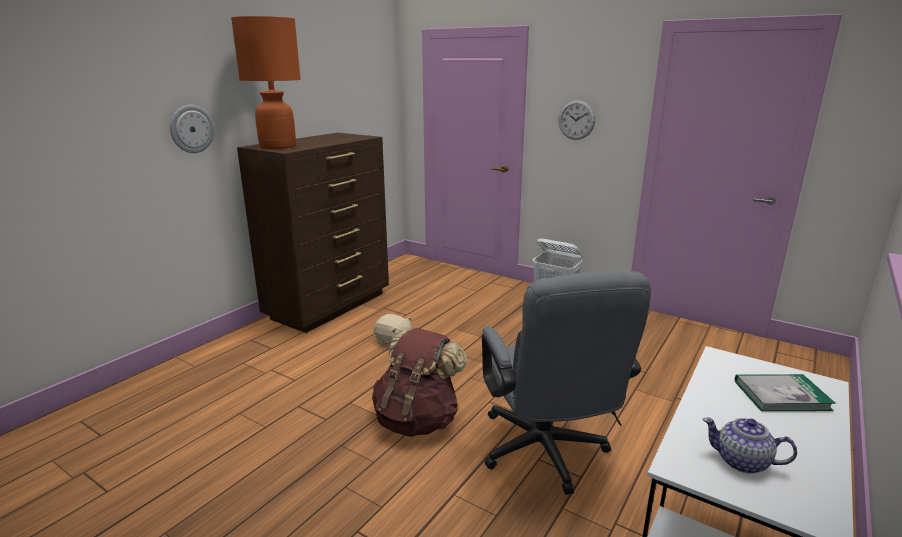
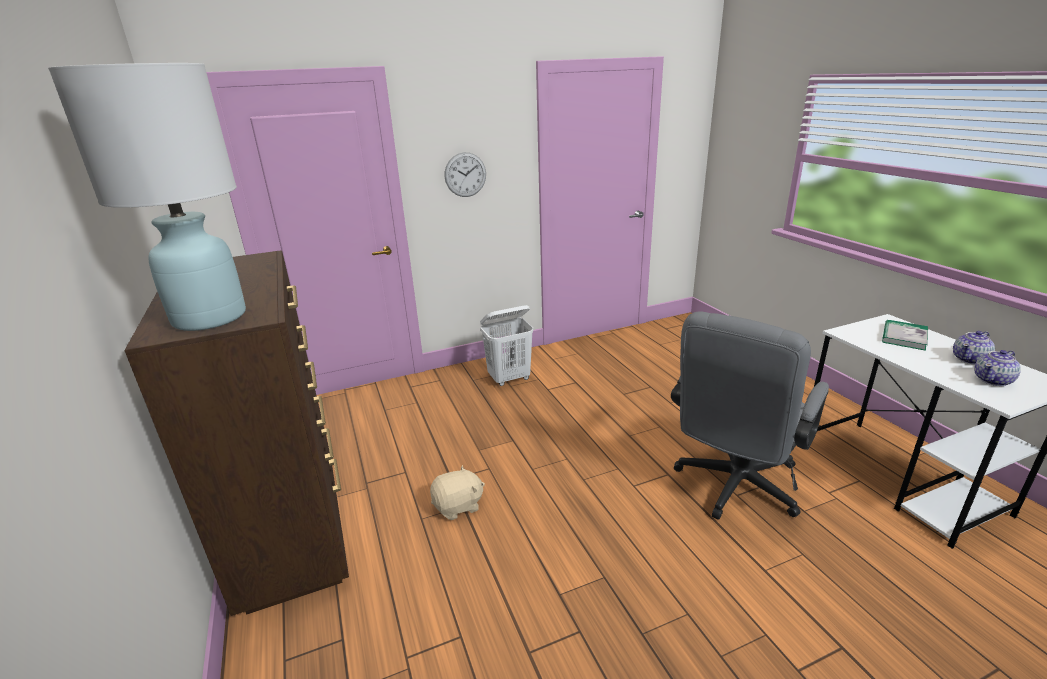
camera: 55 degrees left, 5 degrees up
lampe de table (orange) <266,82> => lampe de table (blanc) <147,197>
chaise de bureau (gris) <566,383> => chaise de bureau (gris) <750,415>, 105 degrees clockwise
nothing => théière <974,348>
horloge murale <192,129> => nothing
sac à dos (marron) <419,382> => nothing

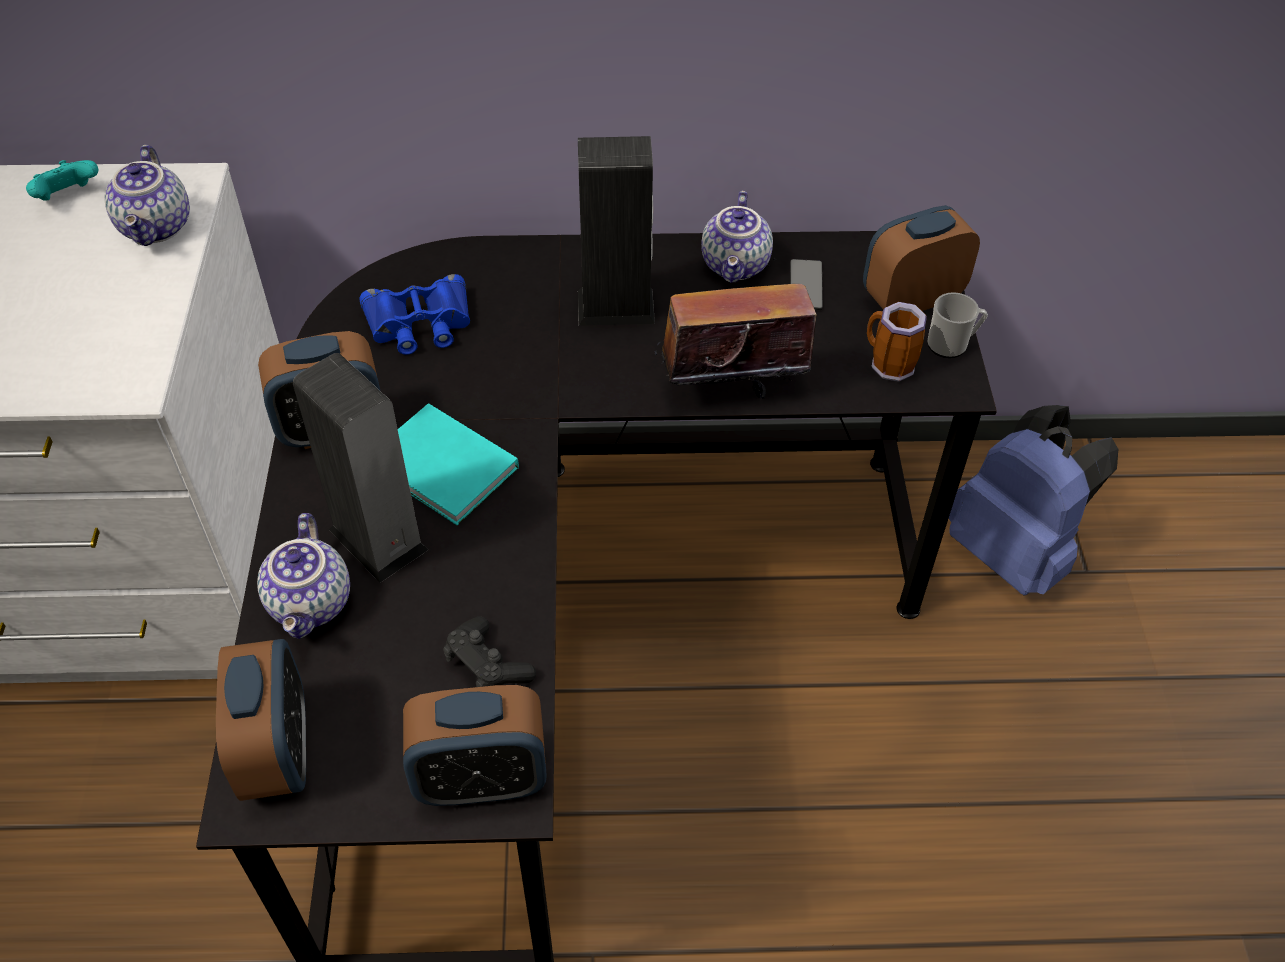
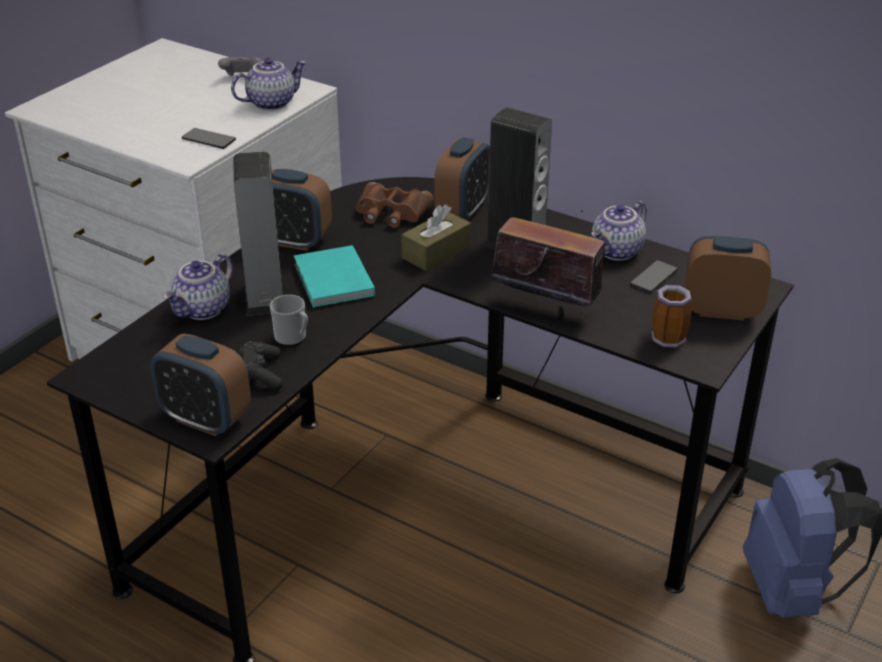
camera: 35 degrees right, 15 degrees down
nothing => téléphone <209,138>
manette (turquoise) <62,180> => manette (gris) <240,65>
théière <147,195> => théière <269,84>, 150 degrees counterclockwise
mug <957,325> => mug <289,320>, relocated
jumelles (bleu) <415,314> => jumelles (marron) <394,205>
nothing => boîte à mouchoirs (marron) <436,237>
réveil <261,720> => réveil <462,179>, relocated

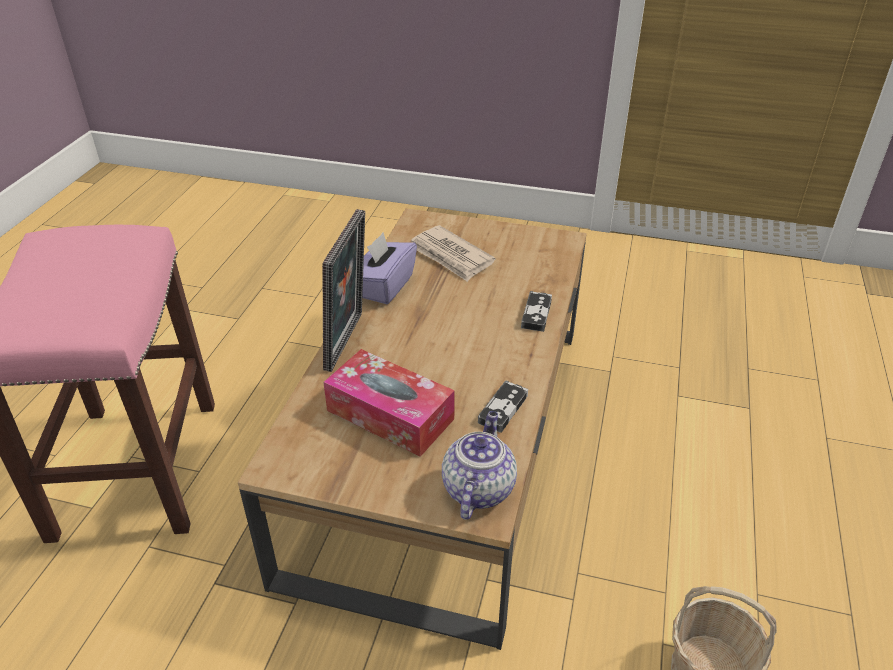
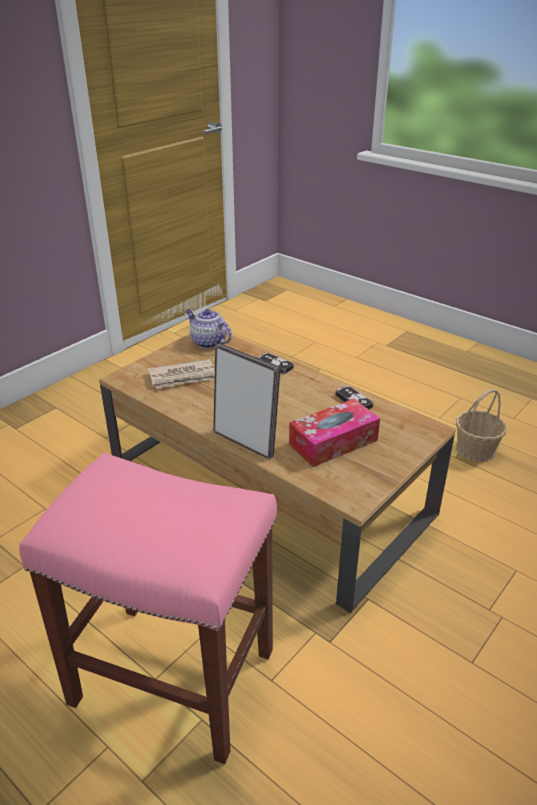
camera: 65 degrees left, 5 degrees down
théière <479,465> => théière <209,329>, relocated
boîte à mouchoirs (violet) <389,268> => nothing

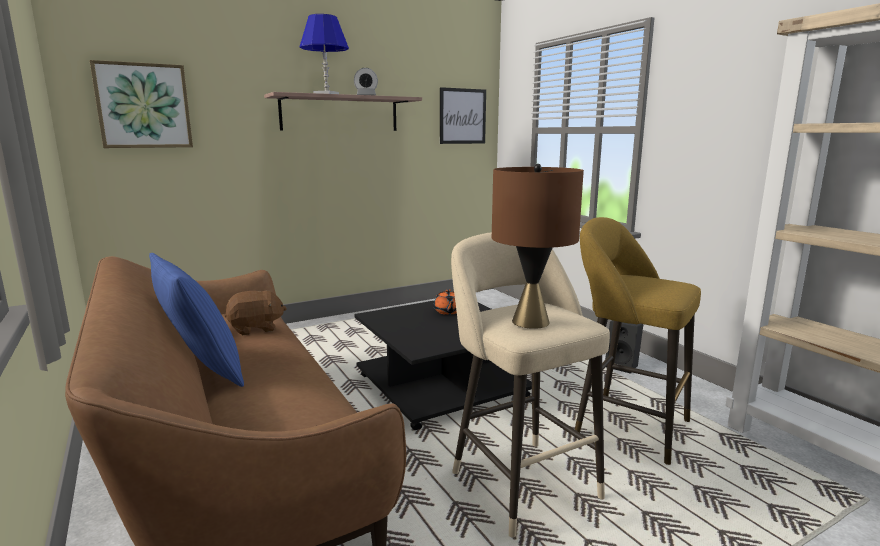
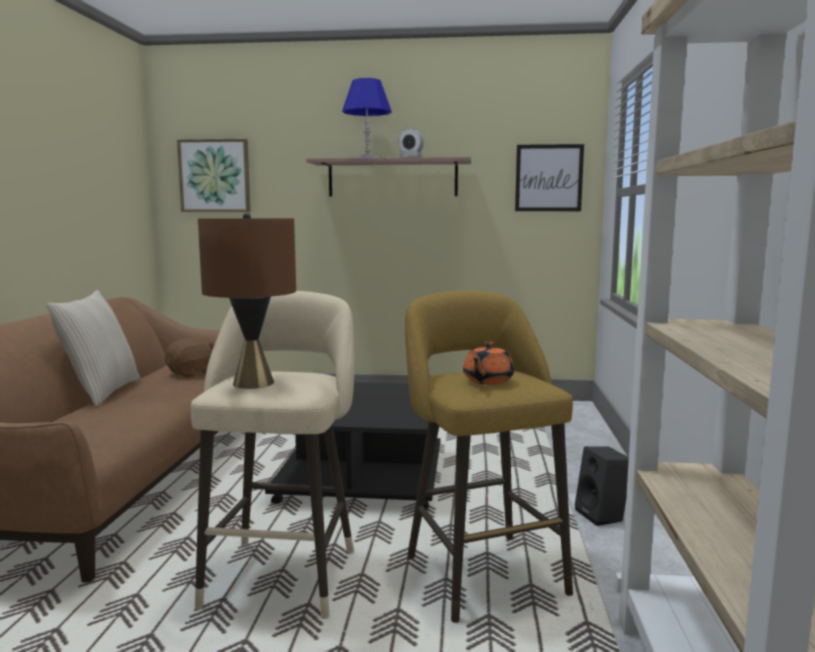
camera: 35 degrees right, 5 degrees down
coussin (bleu) <196,320> => coussin (beige) <93,348>
peluche (marron) <256,312> => peluche (marron) <190,357>, 60 degrees counterclockwise
théière (orange) <445,302> => théière (orange) <488,362>, relocated

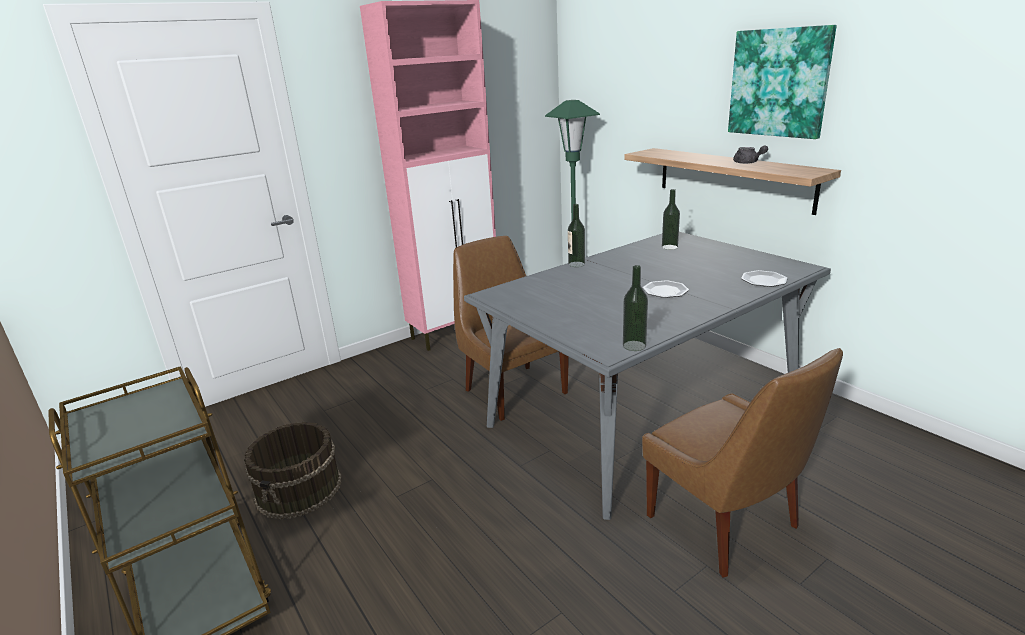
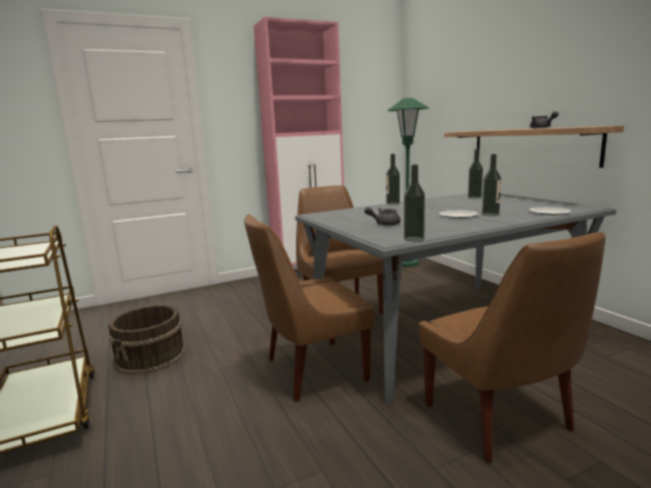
camera: 10 degrees right, 10 degrees down
nothing => chaise (marron) <309,308>
nothing => théière (gris) <382,216>
nothing => bouteille <492,185>
tableau <782,82> => nothing

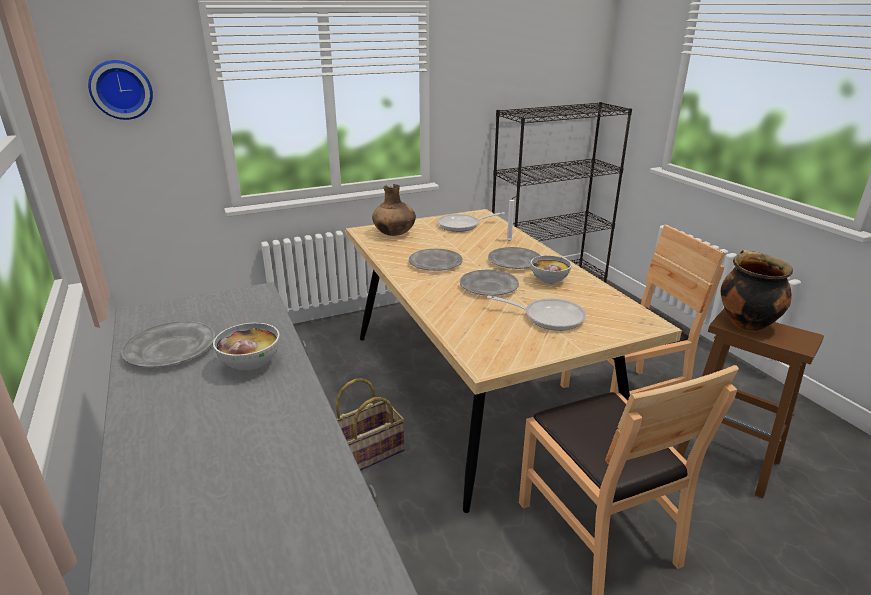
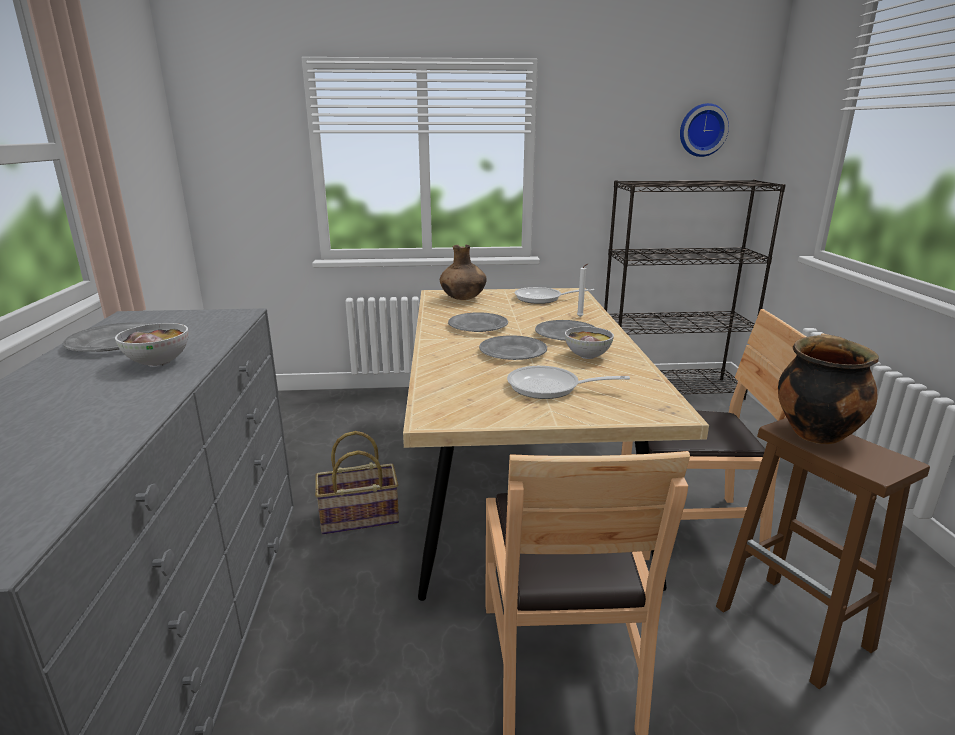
camera: 20 degrees right, 5 degrees down
poêle <536,313> => poêle <568,382>, 150 degrees clockwise
horloge murale <120,90> => horloge murale <704,130>, relocated

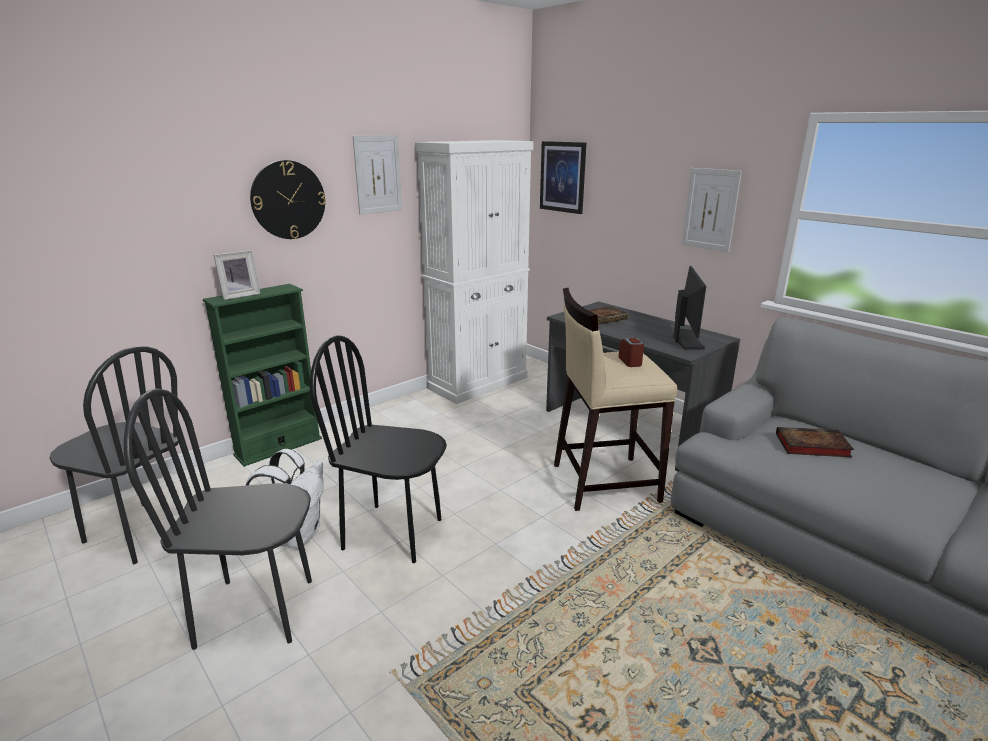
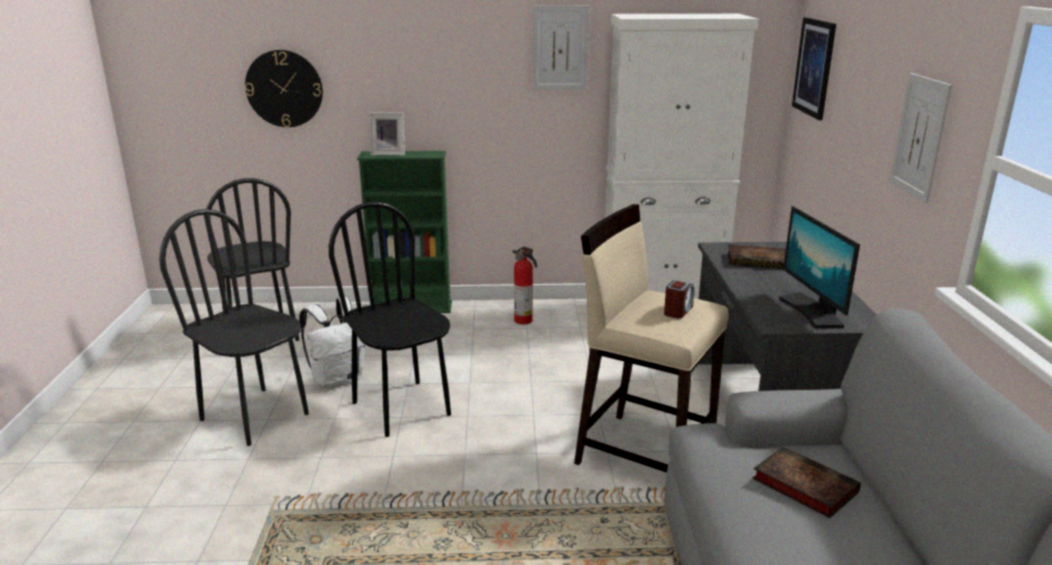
camera: 40 degrees right, 0 degrees up
horloge murale <288,199> => horloge murale <284,88>, relocated
nothing => extincteur <524,286>
écran d'ordinateur <689,308> => écran d'ordinateur <819,267>, 120 degrees clockwise

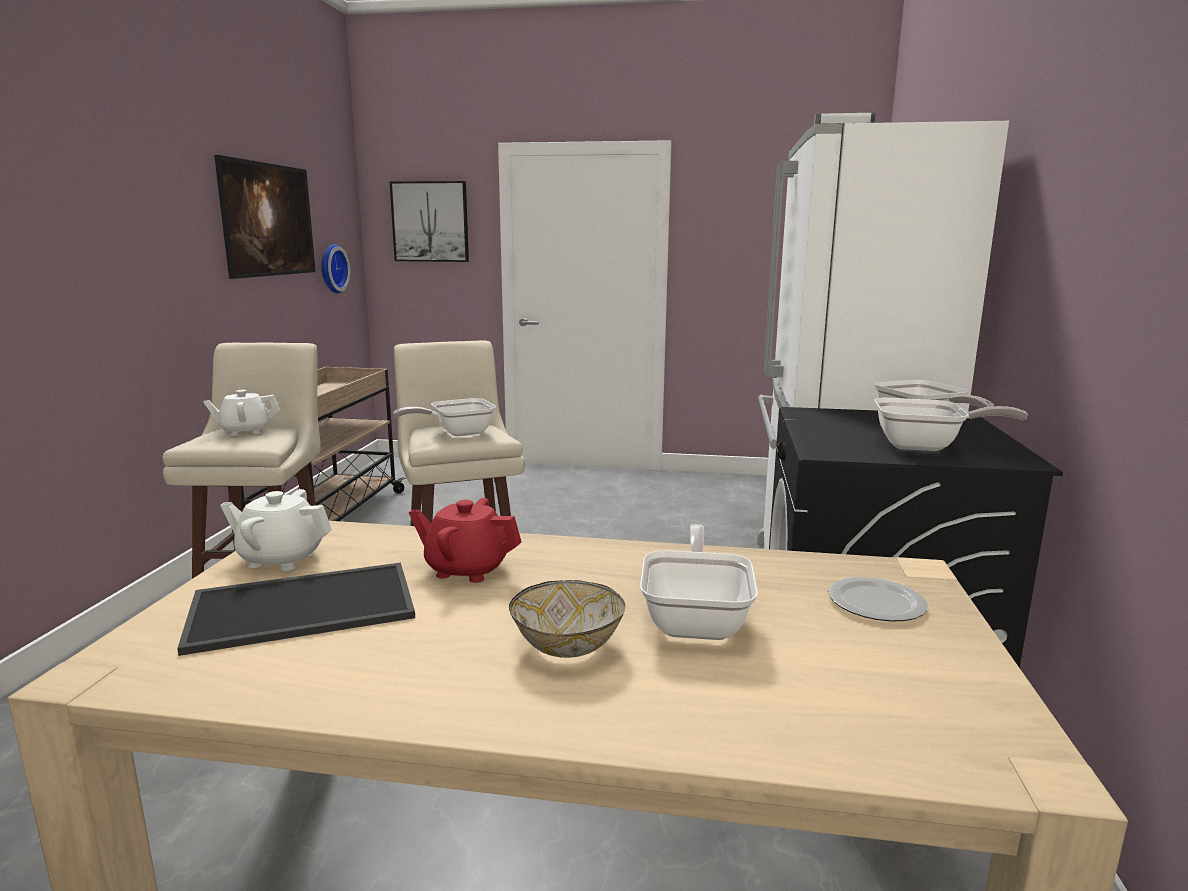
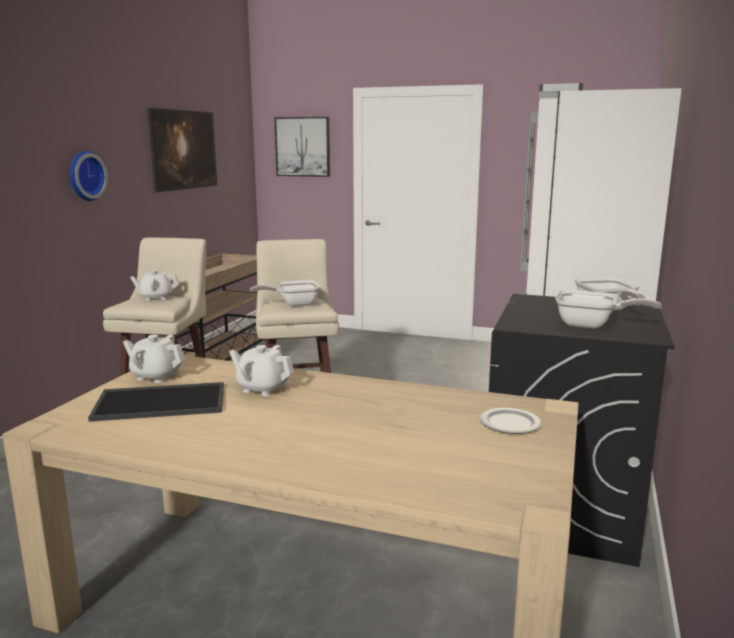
camera: 10 degrees right, 0 degrees up
horloge murale <335,268> => horloge murale <89,176>, relocated
théière (rouge) <465,540> => théière (blanc) <261,370>
bol <567,619> => nothing
poêle <699,582> => nothing

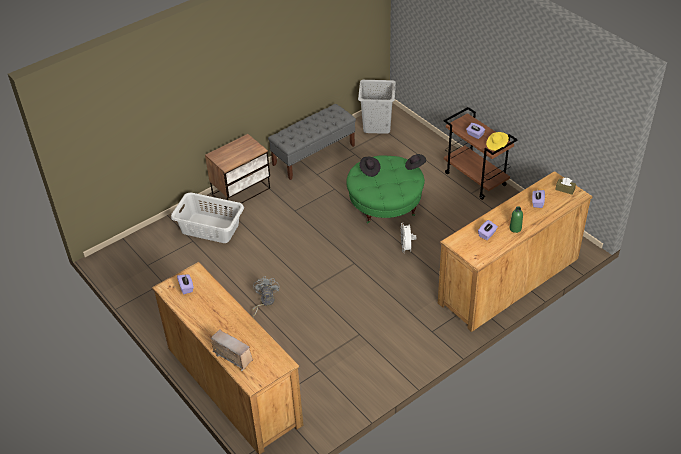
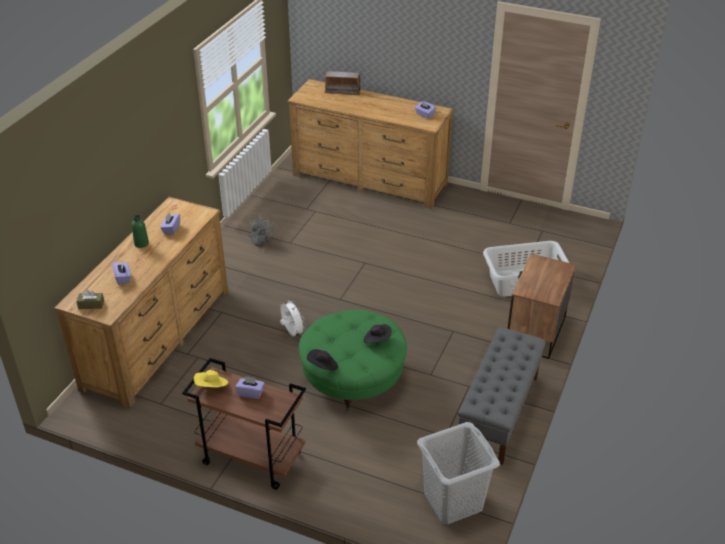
camera: 150 degrees right, 5 degrees down
ventilateur (gris) <266,296> => ventilateur (gris) <261,230>, relocated

